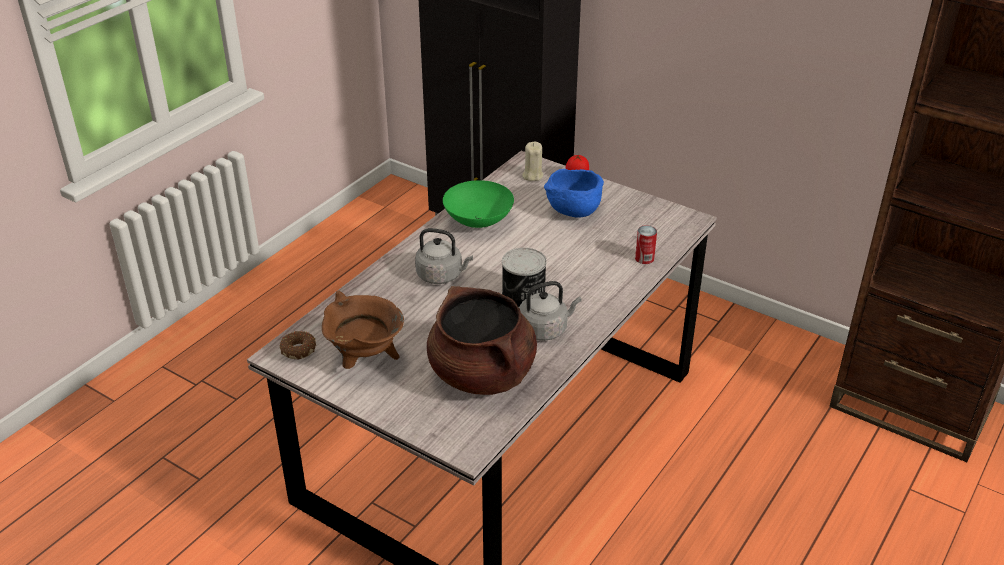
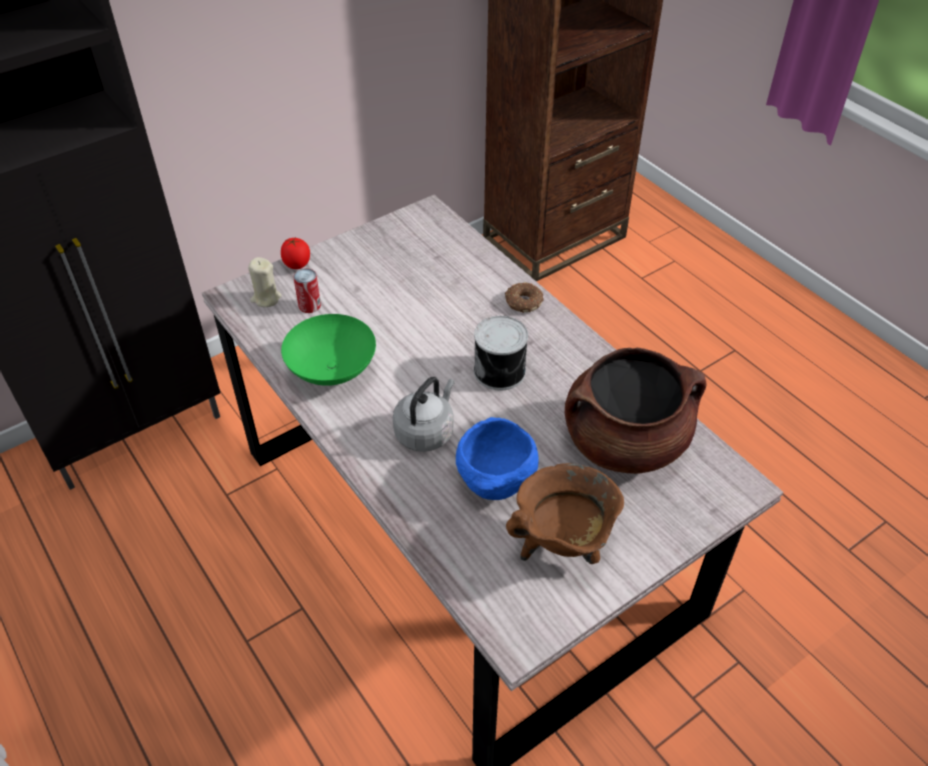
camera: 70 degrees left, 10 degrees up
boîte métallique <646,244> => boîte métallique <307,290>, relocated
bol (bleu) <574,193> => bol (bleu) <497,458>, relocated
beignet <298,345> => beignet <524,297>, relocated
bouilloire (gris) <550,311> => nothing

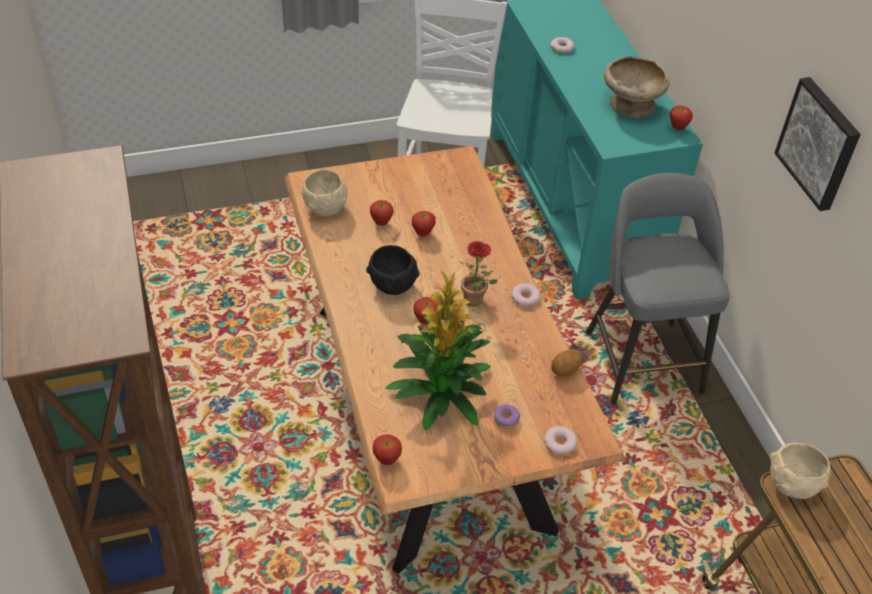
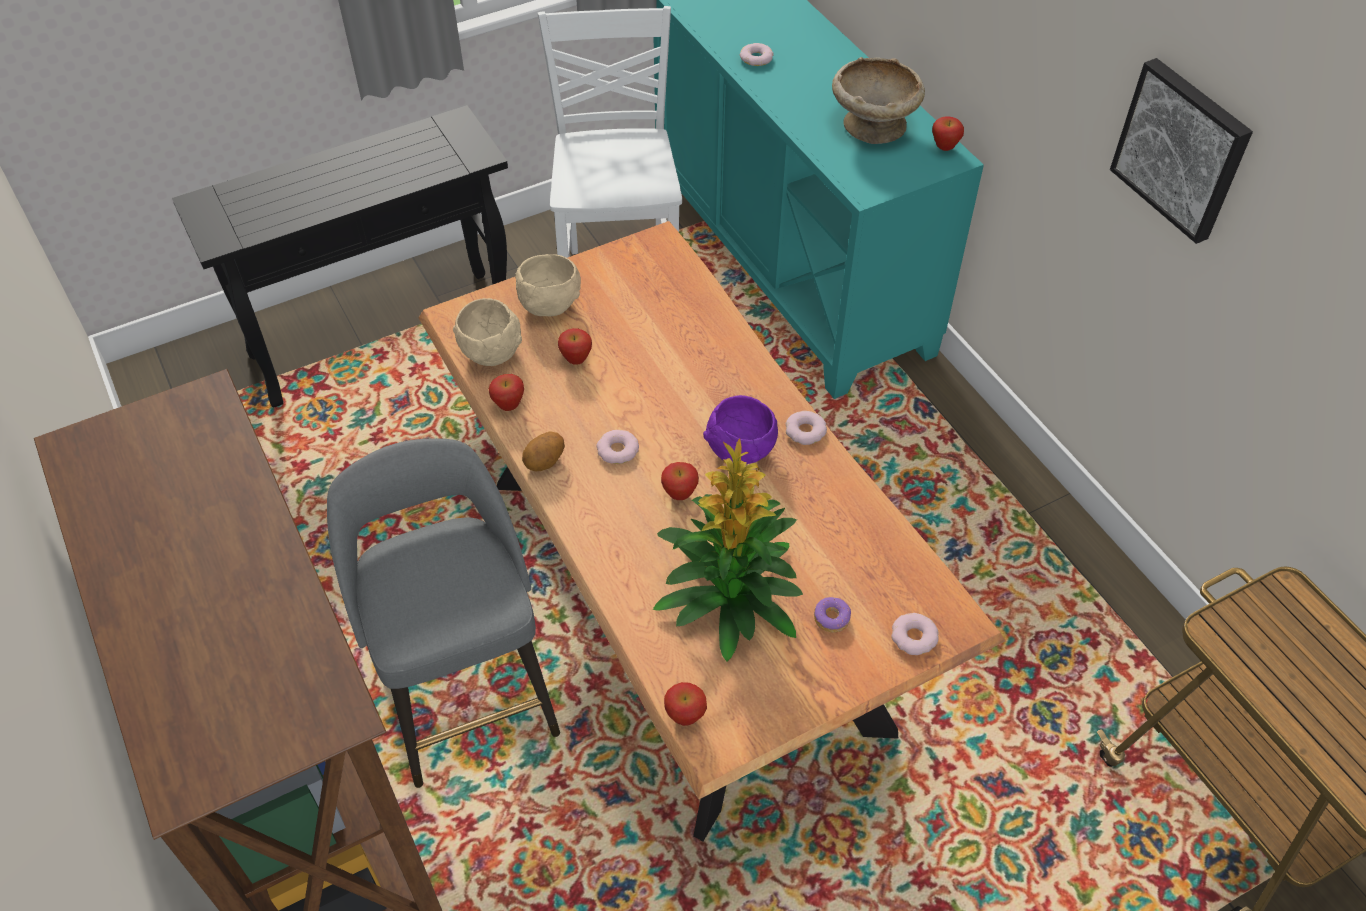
camera: 10 degrees left, 5 degrees up
nothing => table console (noir) <340,256>
tabouret (gris) <658,288> => tabouret (gris) <443,613>, relocated
pomme <424,224> => pomme <506,392>, relocated
bol (beige) <800,471> => bol (beige) <548,285>, relocated
pomme de terre <567,363> => pomme de terre <543,451>, relocated
bol (noir) <393,270> => beignet <617,447>
plante en pot <478,274> => bol (violet) <740,429>

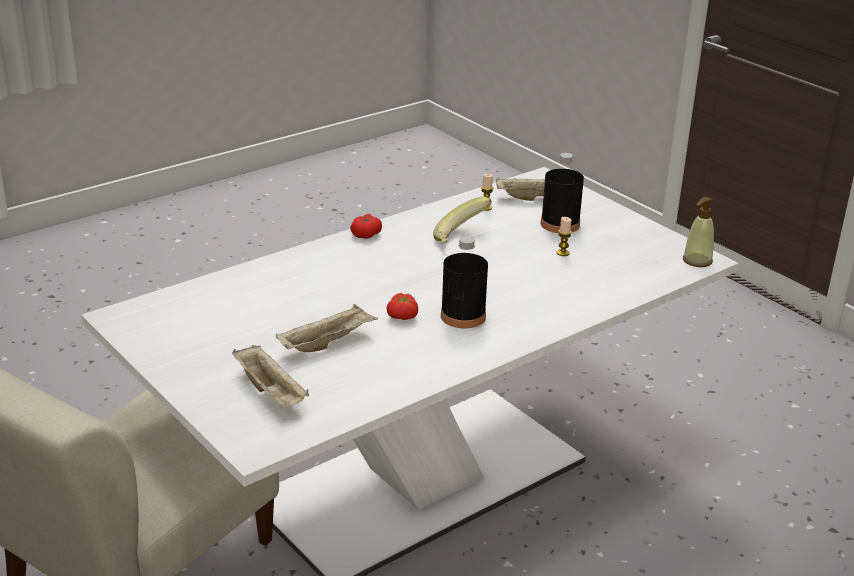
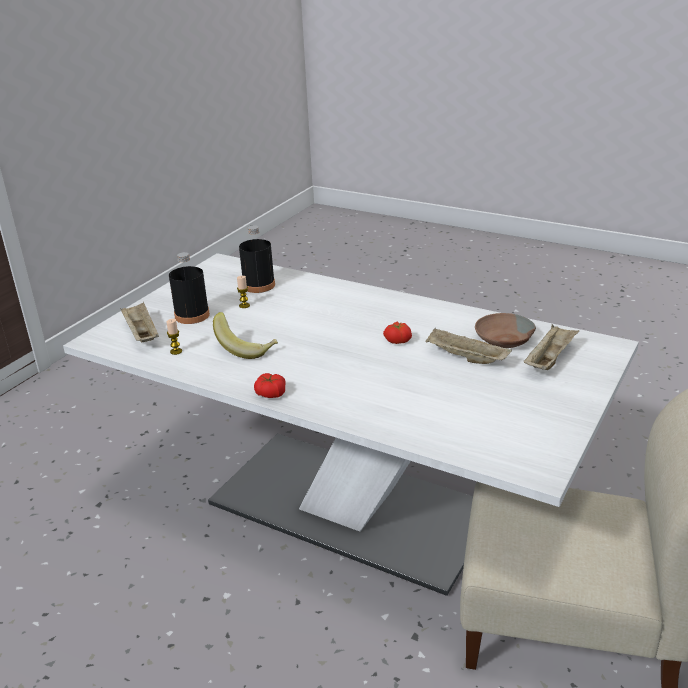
camera: 110 degrees left, 0 degrees up
bouteille (noir) <464,282> => bouteille (noir) <257,259>, relocated
nothing => bol (marron) <505,330>
distributeur de savon <699,232> => nothing

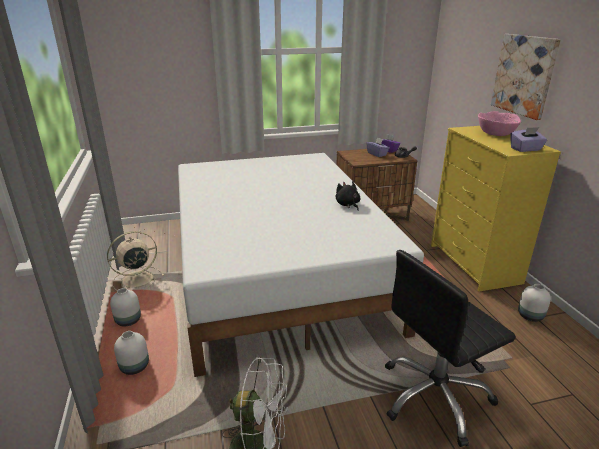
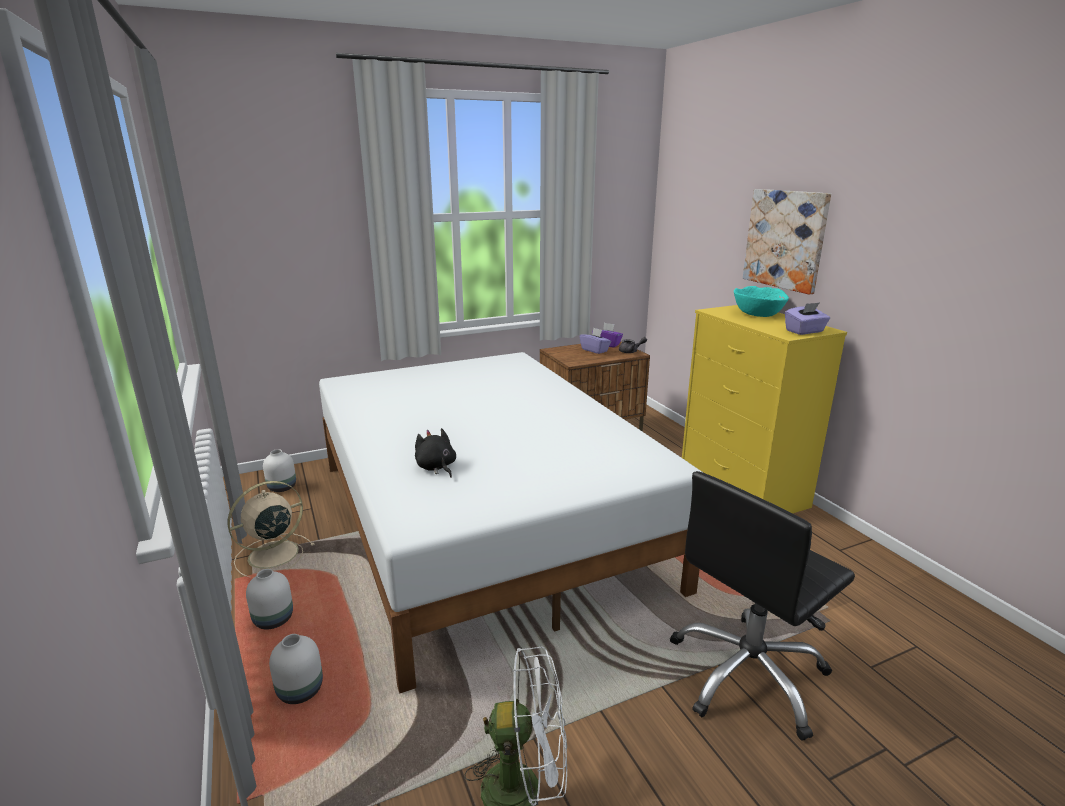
camera: 10 degrees left, 5 degrees down
vase (blanc) <534,303> => vase (blanc) <279,470>, relocated
peluche (noir) <348,196> => peluche (noir) <435,453>, relocated
bol (rose) <499,123> => bol (turquoise) <761,301>

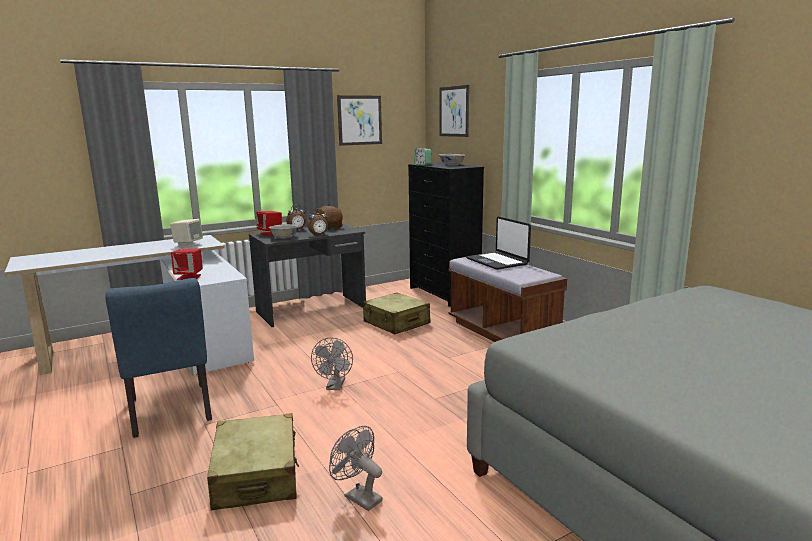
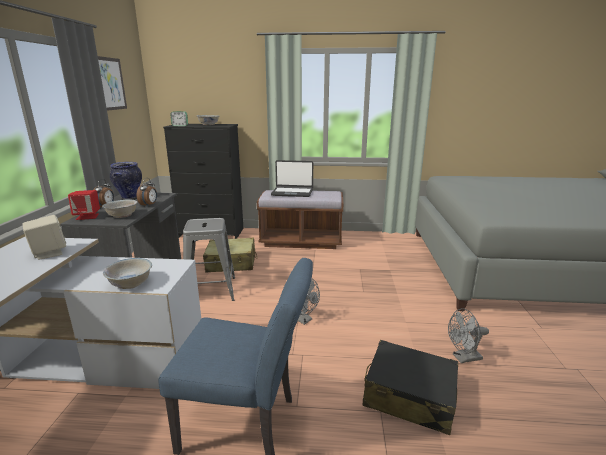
camera: 55 degrees left, 5 degrees up
enceinte (rouge) <187,264> => bol (blanc) <127,273>
peluche (marron) <328,217> => vase <126,180>
nothing => tabouret (gris) <209,259>
valise (beige) <253,461> => valise (noir) <410,387>
tableau <454,111> => nothing

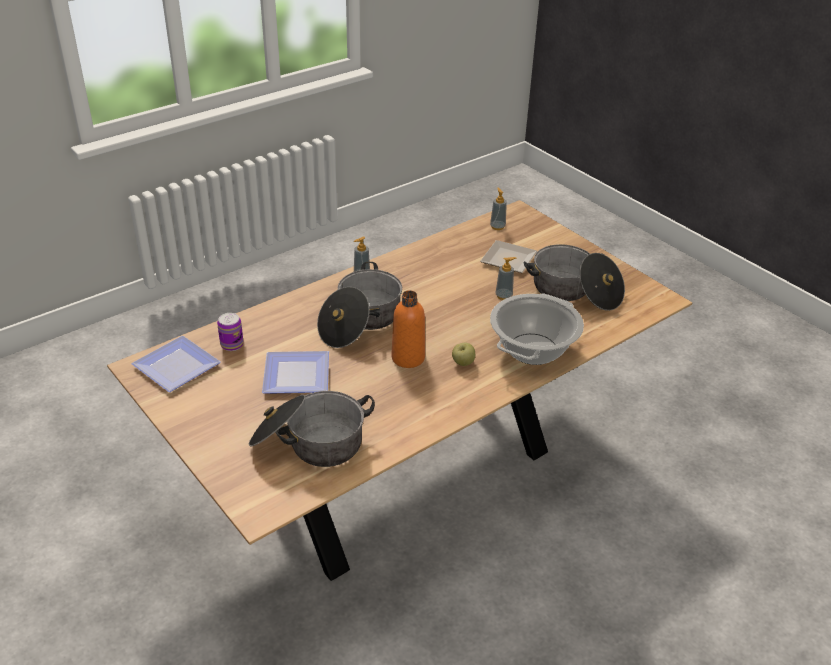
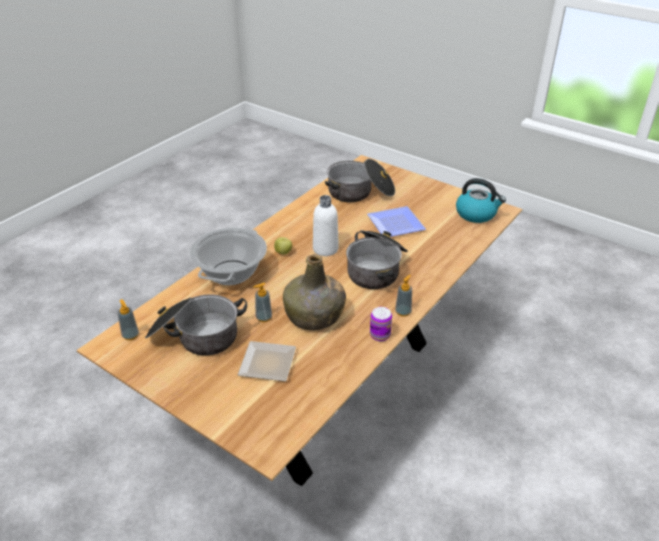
camera: 165 degrees right, 0 degrees up
distributeur de savon <498,208> => distributeur de savon <128,319>, relocated
nothing => bouteille (vert) <314,292>
bouteille (orange) <408,329> => bouteille (blanc) <326,225>
boîte métallique <230,332> => boîte métallique <381,324>, relocated
assiette <176,364> => bouilloire <481,200>

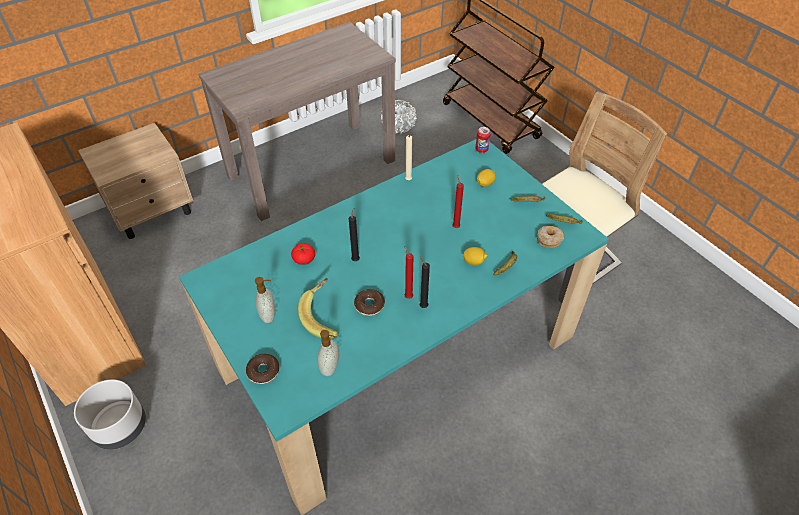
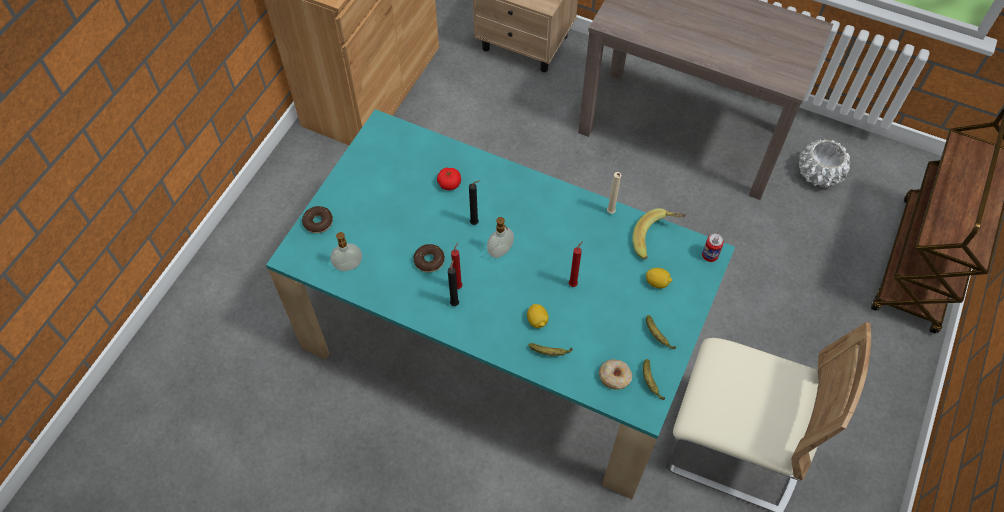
camera: 60 degrees right, 10 degrees up
distributeur de savon <265,300> => distributeur de savon <500,237>, relocated
banane <318,308> => banane <659,233>, relocated
cache-pot (gris) <110,415> => nothing

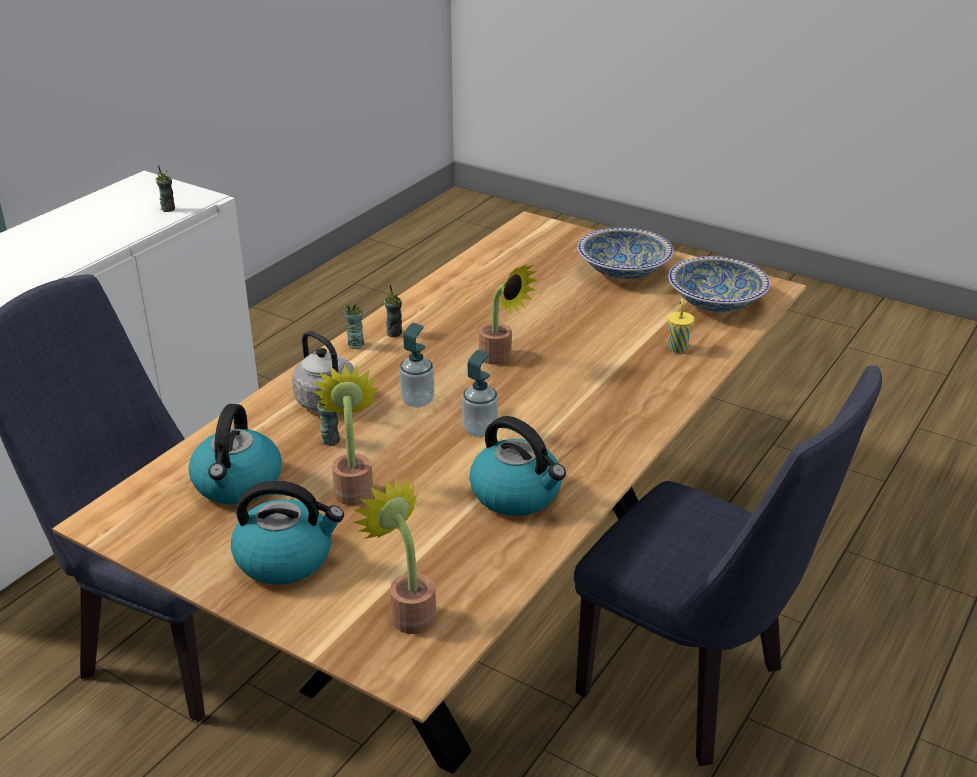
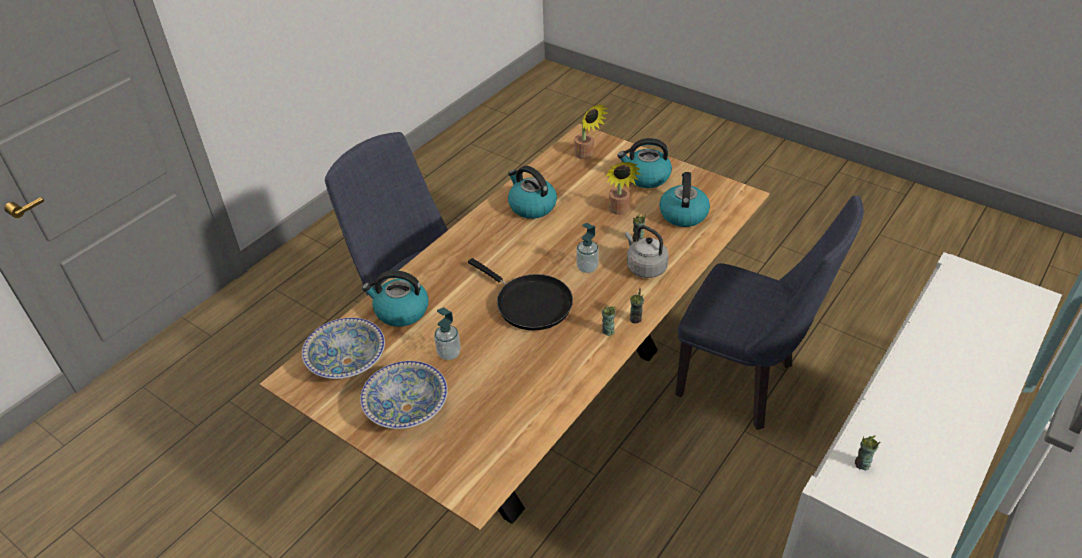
camera: 175 degrees left, 10 degrees up
tasse (jaune) <681,325> => bouilloire <395,298>
distributeur de savon <480,393> => distributeur de savon <447,333>, relocated
plante en pot <508,314> => poêle (noir) <520,294>

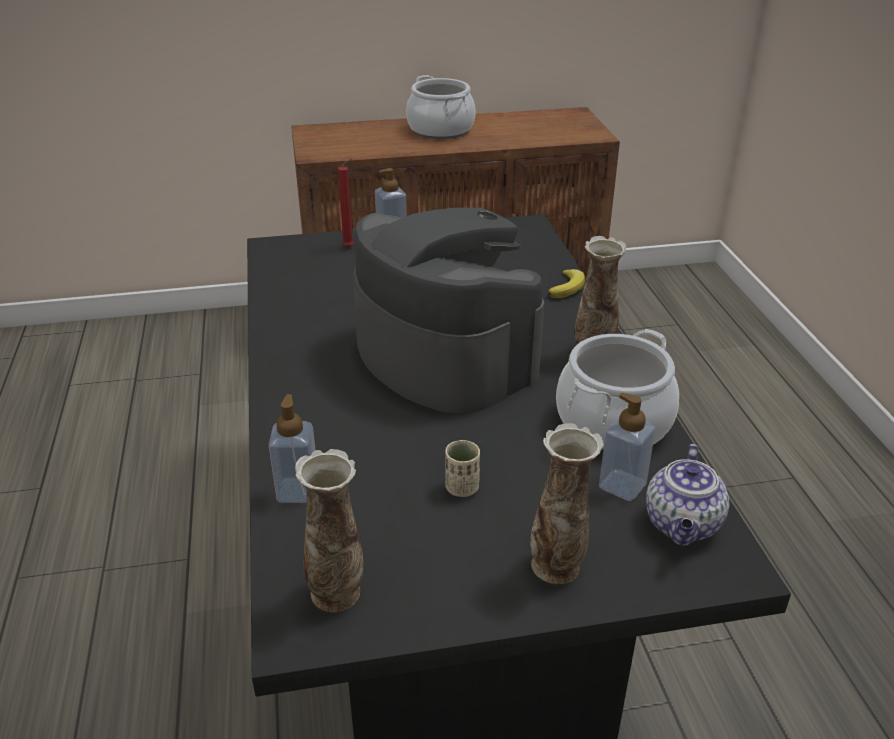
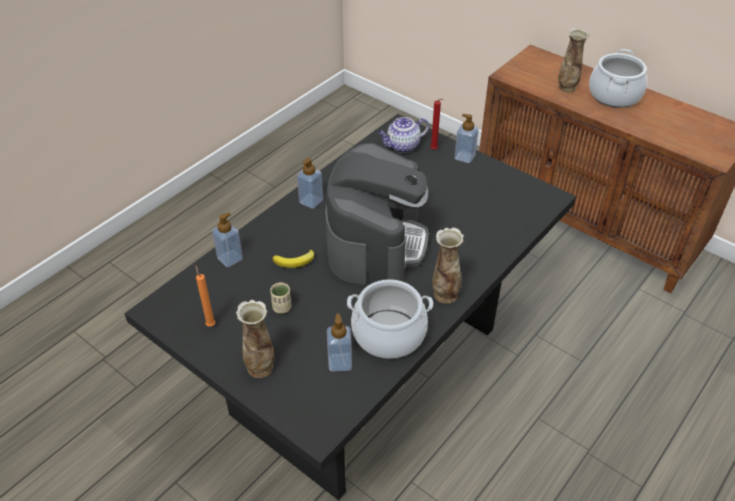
camera: 50 degrees right, 10 degrees up
nothing => bougie (orange) <205,296>
banane <566,283> => banane <293,259>, relocated
nothing => distributeur de savon <310,183>
théière <687,495> => théière <403,135>, relocated
vase <329,530> => vase <573,60>, relocated

